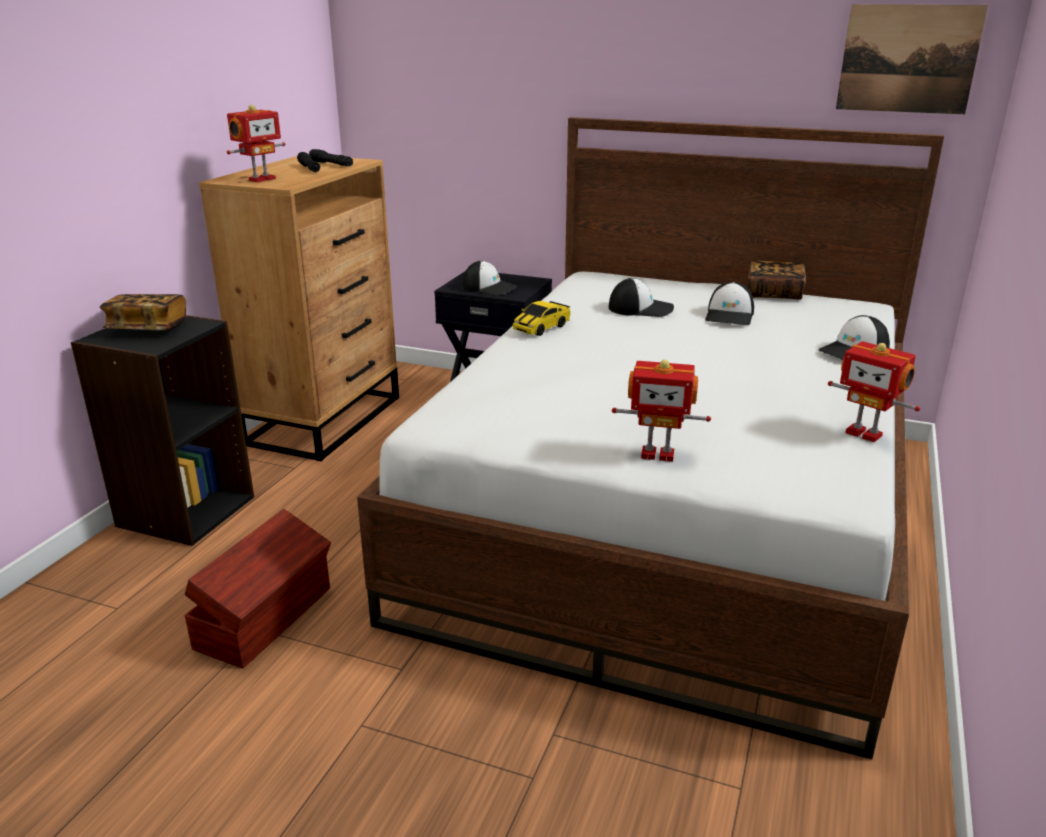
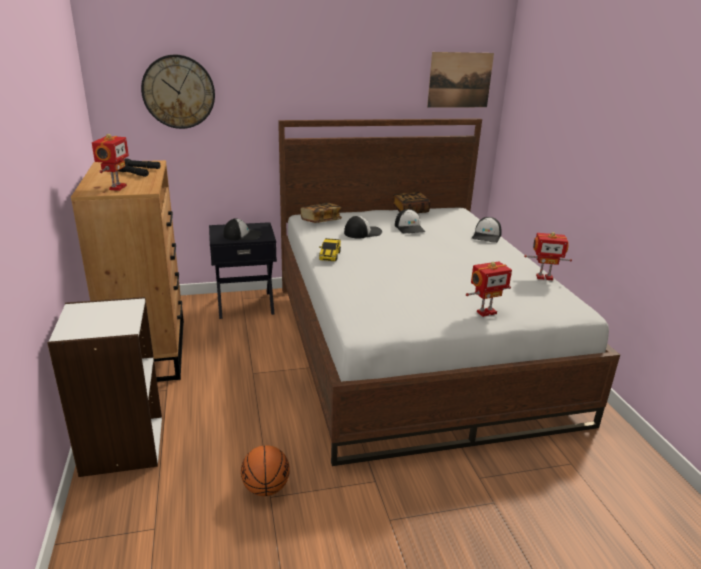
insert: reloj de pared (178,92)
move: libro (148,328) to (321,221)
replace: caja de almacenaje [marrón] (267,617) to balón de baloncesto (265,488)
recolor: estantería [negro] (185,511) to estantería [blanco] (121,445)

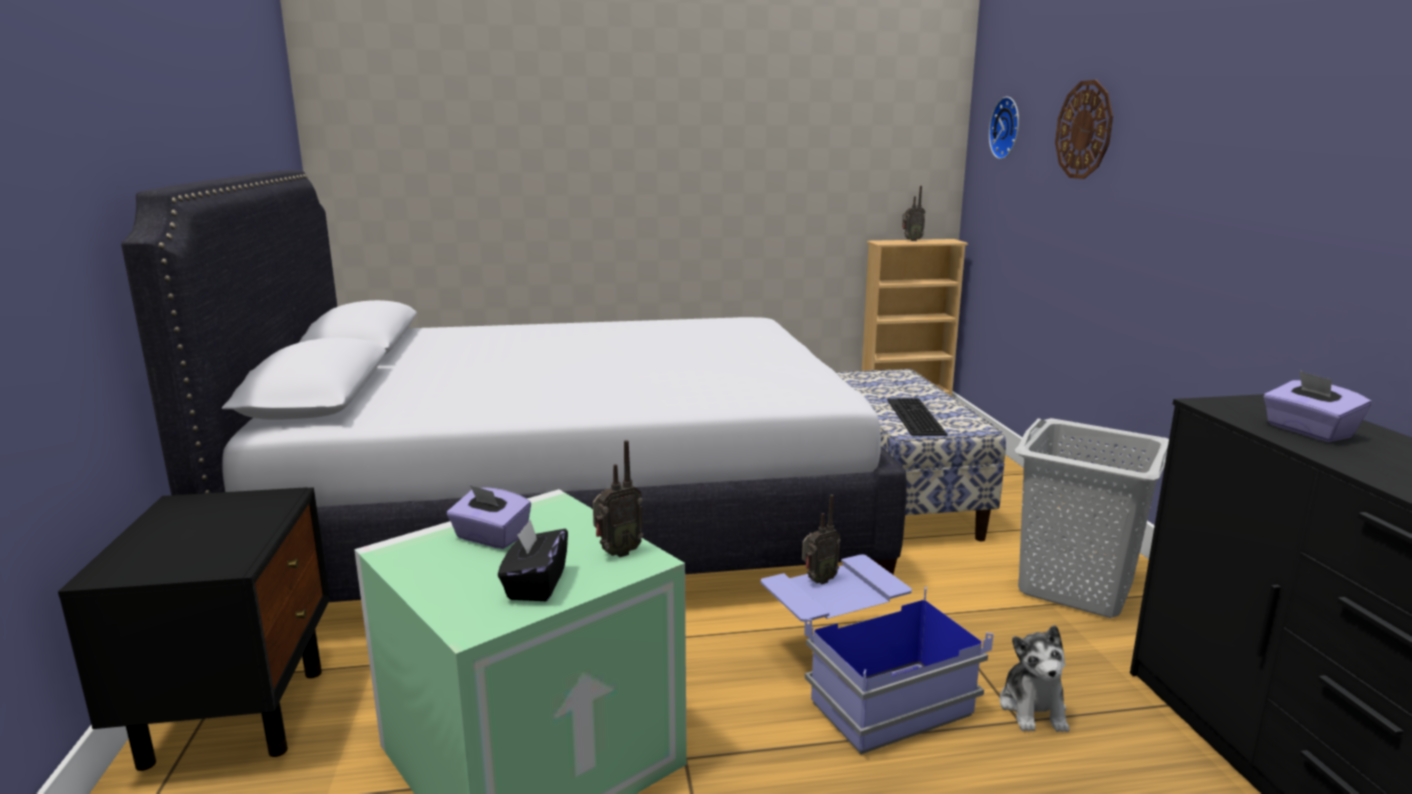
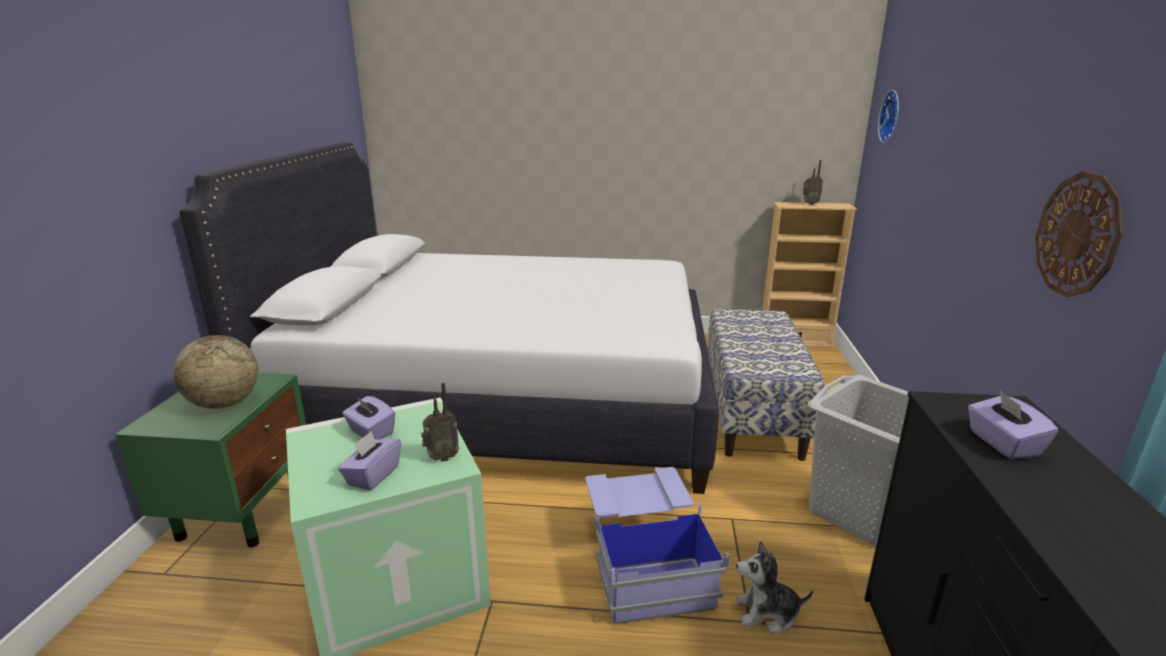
delete: radio (818,581); teclado (912,416)
insert: globo terráqueo (224,403)
move: reloj de pared (1084,130) to (1077,235)
recolor: mesita de noche [negro] (237,713) to mesita de noche [verde] (243,512); caja de pañuelos [negro] (535,585) to caja de pañuelos [morado] (373,475)
rotate: peluche (1033,708) = (767,613) 75 degrees clockwise

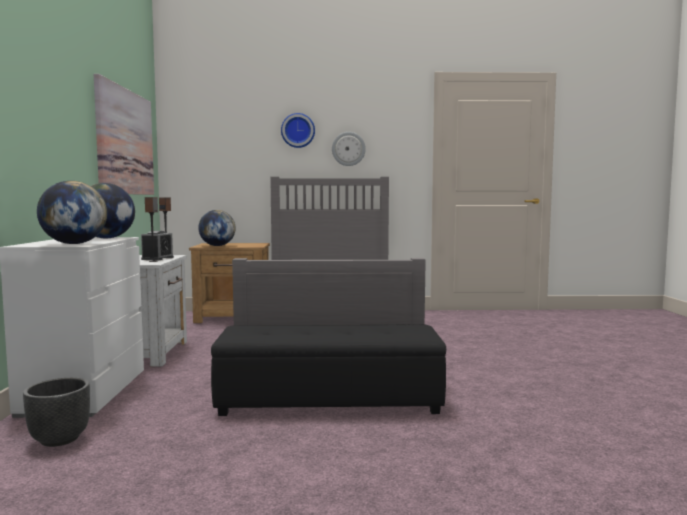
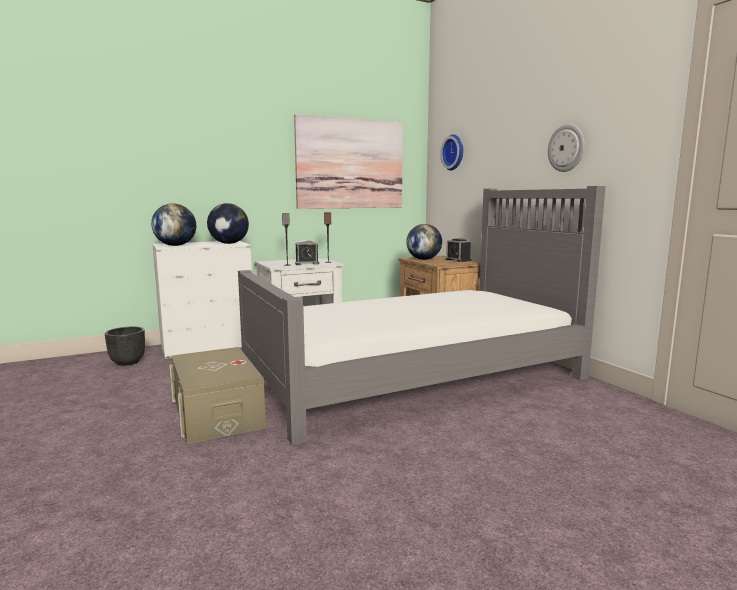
insert: despertador (458,260)
move: reloj de pared (298,130) to (454,152)
replace: puf [negro] (329,401) to caja de almacenaje [beis] (217,413)

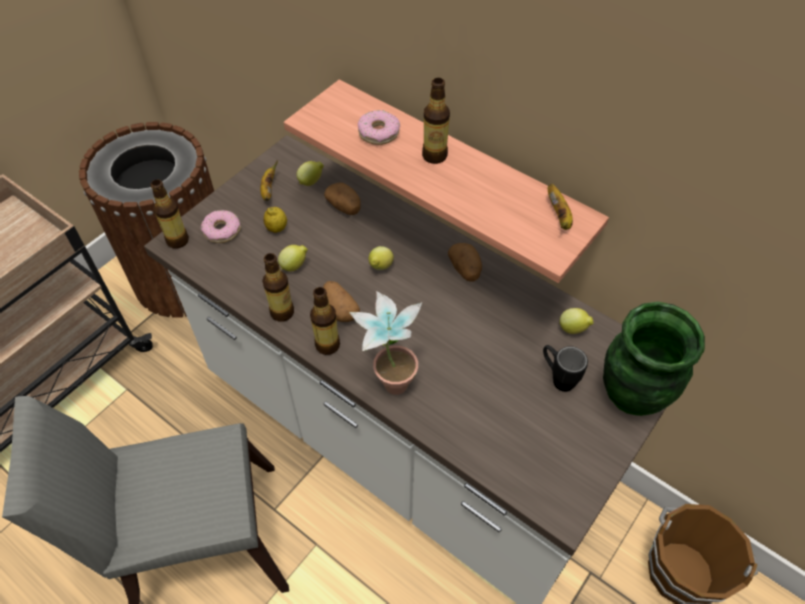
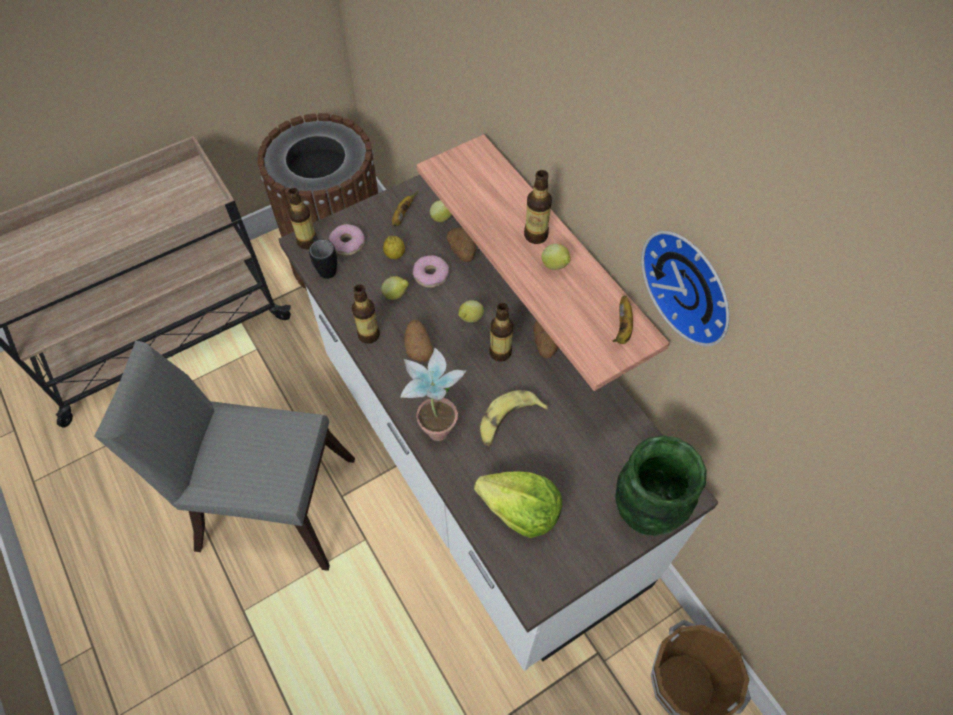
insert: lechuga (520,511); plátano (508,421); reloj de pared (691,284)
move: botella (327,345) to (500,352); rosquilla (378,133) to (431,275); taza grande [negro] (557,377) to (325,267); limón (573,329) to (555,266)

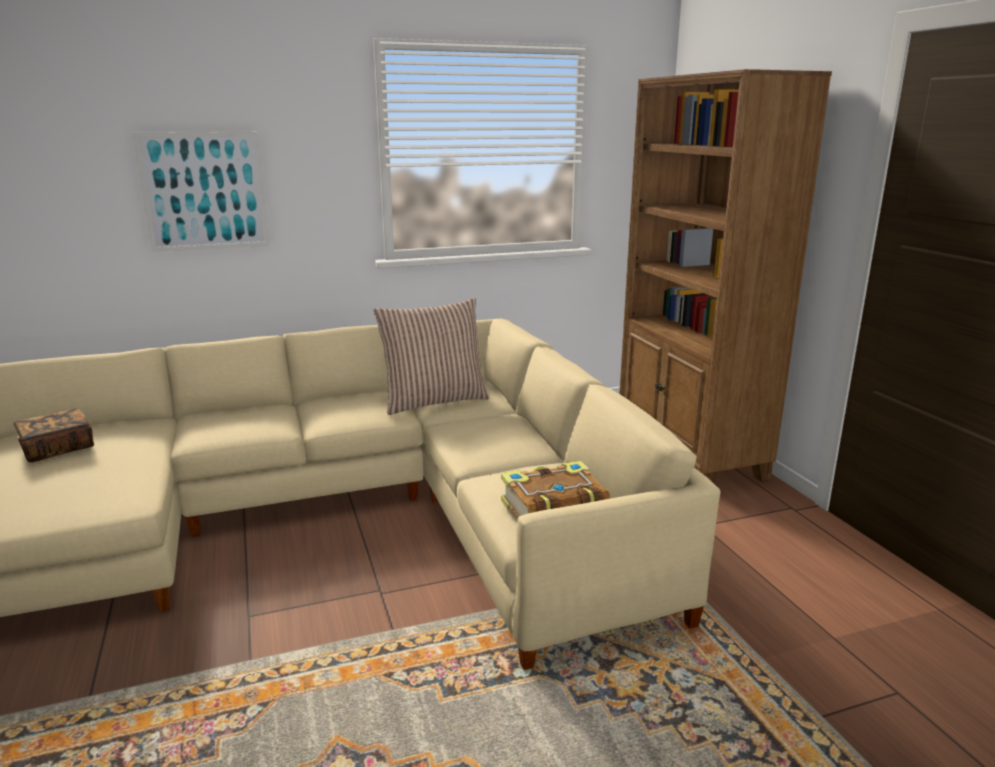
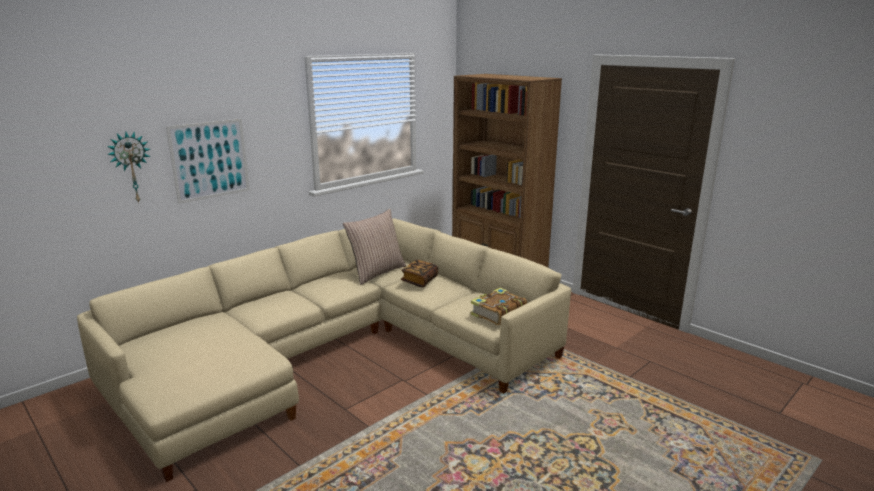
insert: reloj de pared (131,167)
move: libro (58,449) to (419,280)

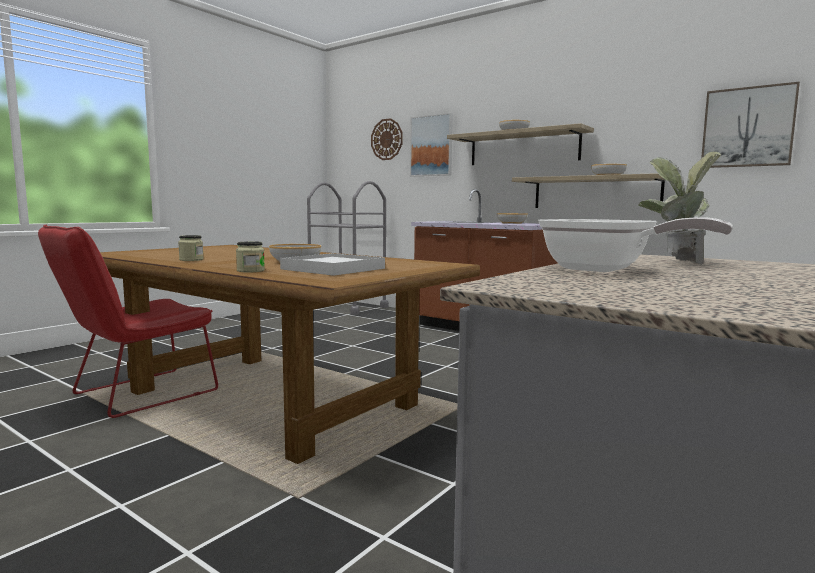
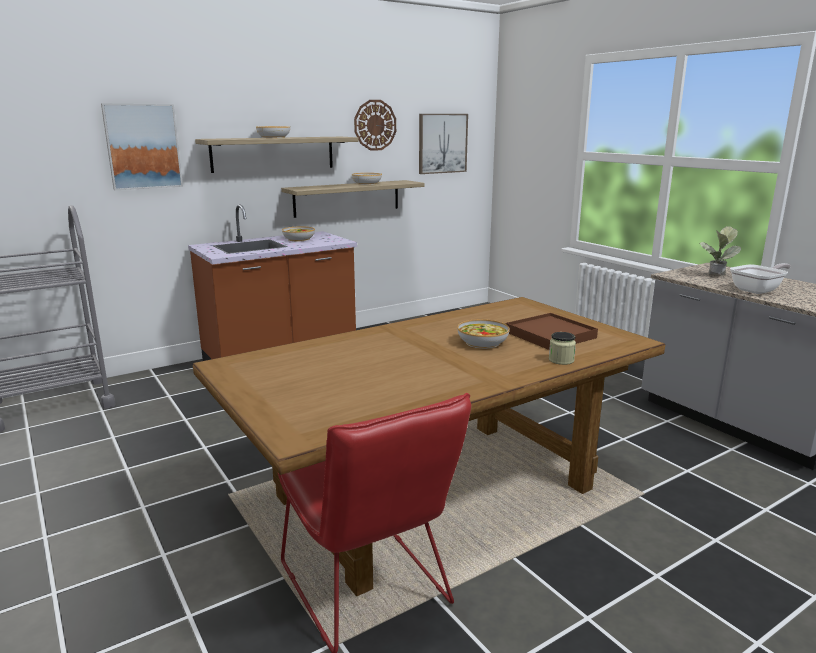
delete: tarro (191,260)
move: reloj de pared (387,139) to (375,125)
recolor: bandeja [blanco] (333,269) to bandeja [marrón] (550,335)

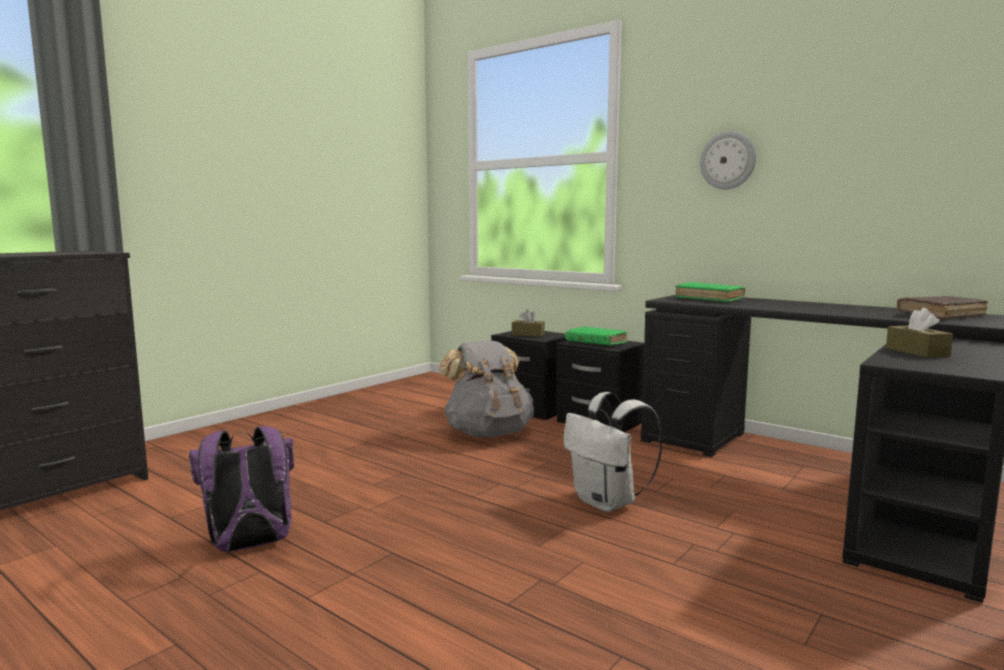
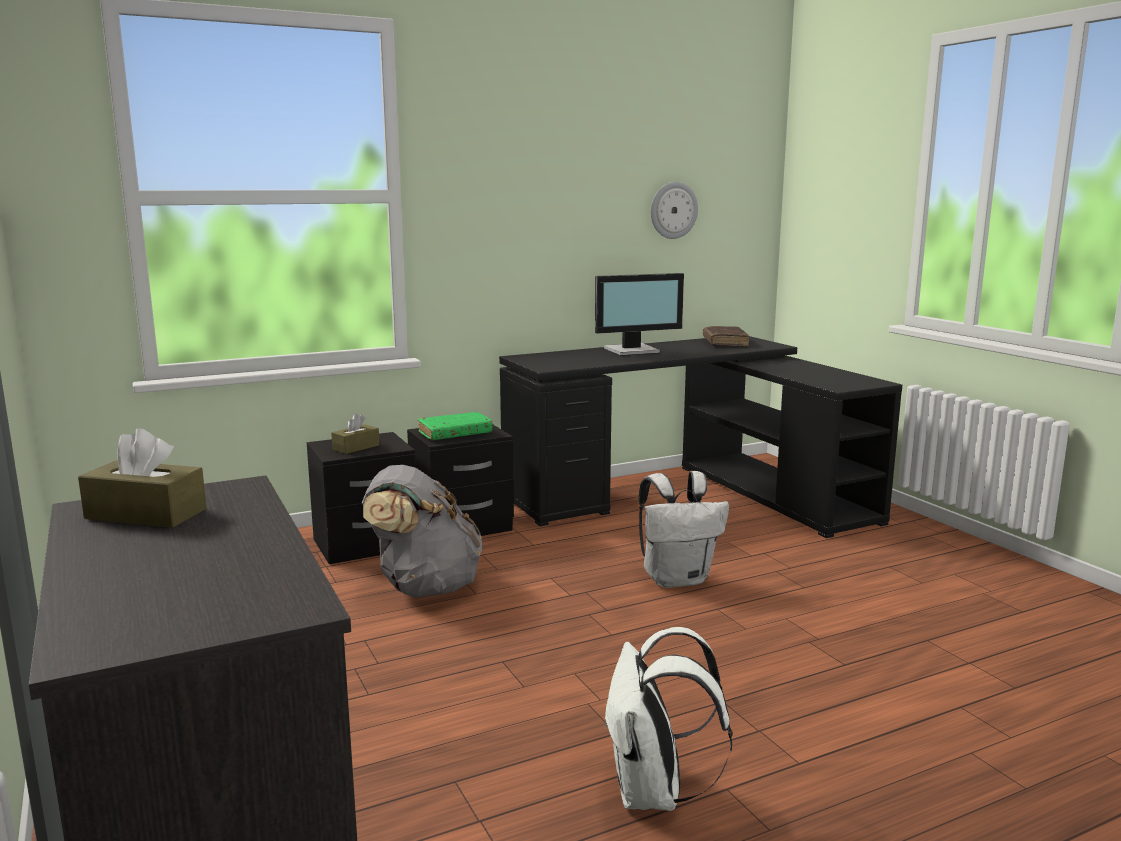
delete: libro [verde] (709,299)
insert: monitor (633,350)
move: reloj de pared (728,160) to (673,210); caja de pañuelos [marrón] (917,352) to (146,514)
recolor: mochila [morado] (249,546) to mochila [blanco] (654,793)

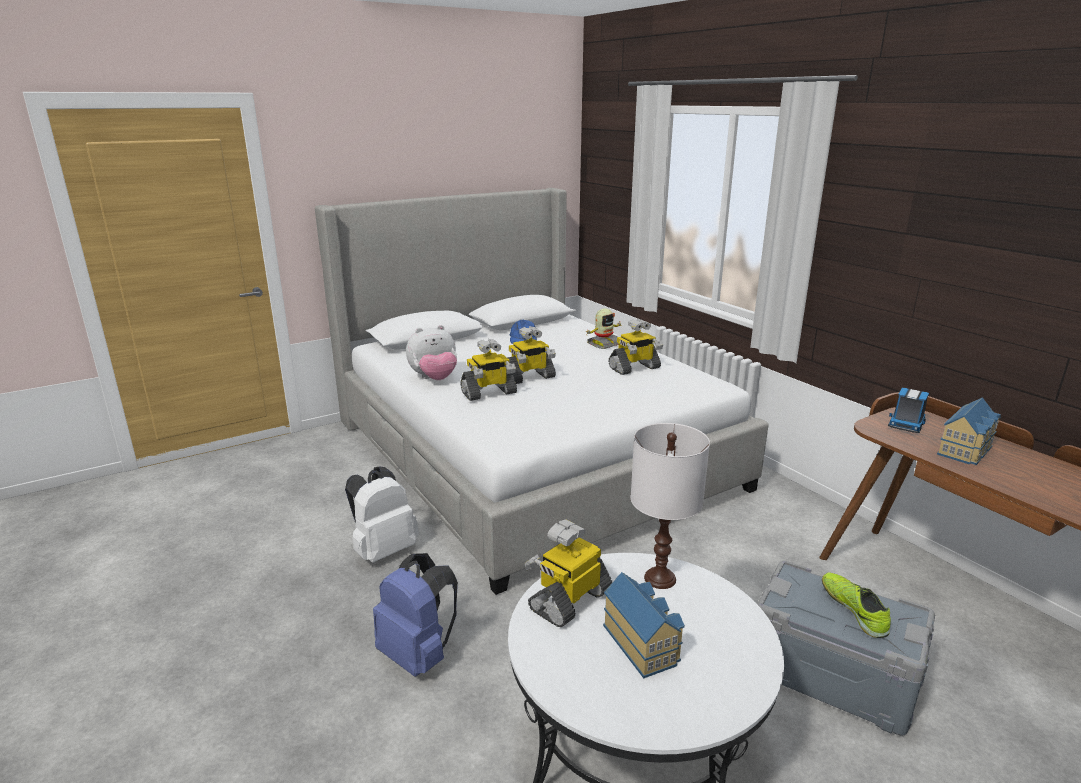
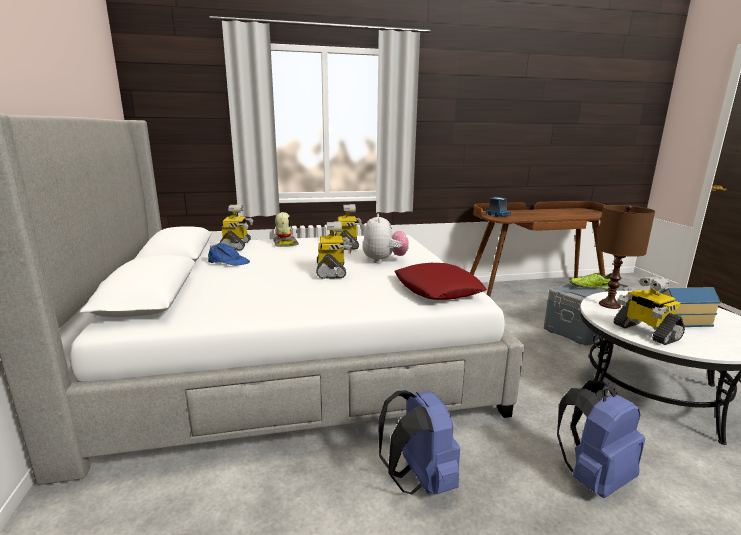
delete: casita (966,450)
insert: cojín [rojo] (437,289)
move: peluche (434,379) to (384,260); robot de juguete (488,393) to (236,245)
recolor: mochila [blanco] (383,550) to mochila [azul] (419,480); lámpara de mesa [blanco] (660,579) to lámpara de mesa [marrón] (610,305)

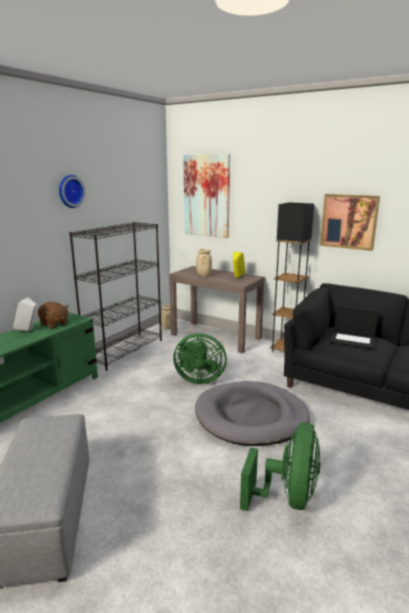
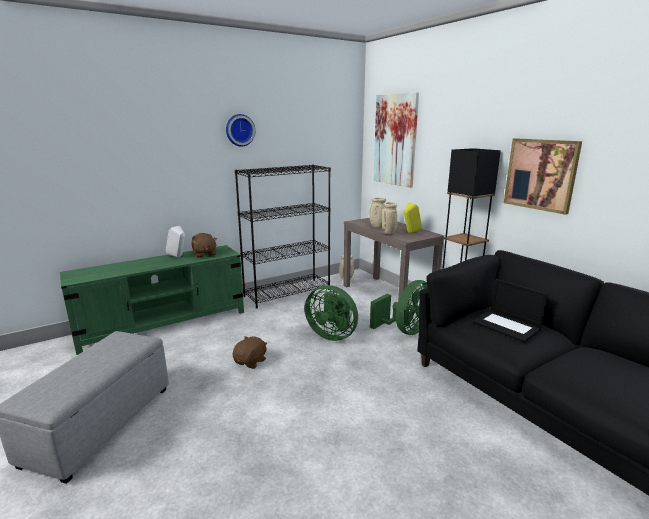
delete: cama para perro [gris] (251,417)
insert: peluche [marrón] (251,362); florero [beis] (389,233)
move: ventilador [verde] (287,497) to (405,330)

